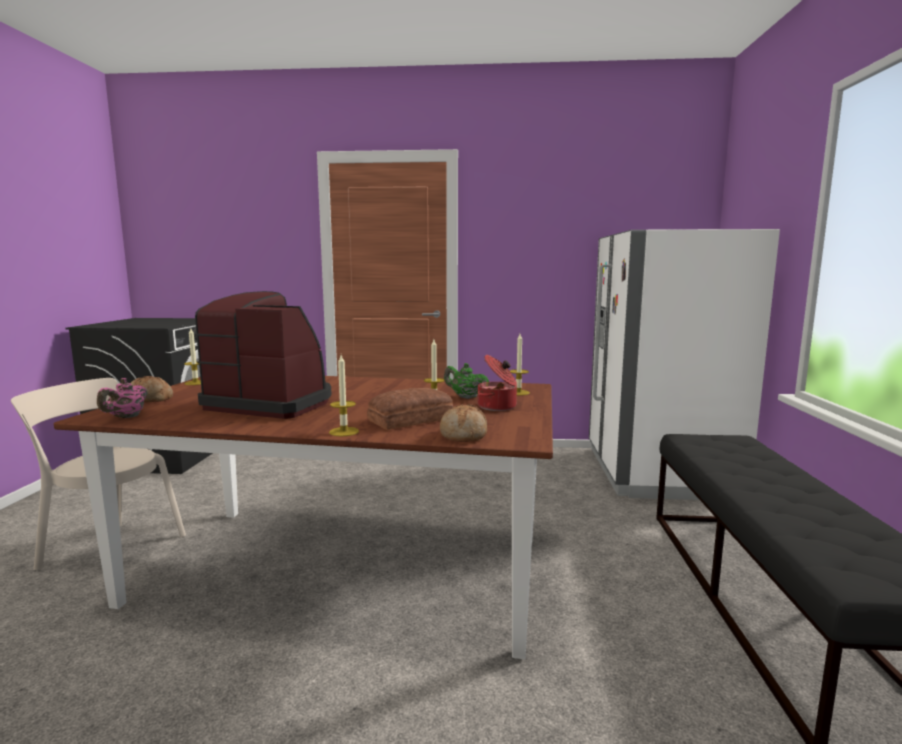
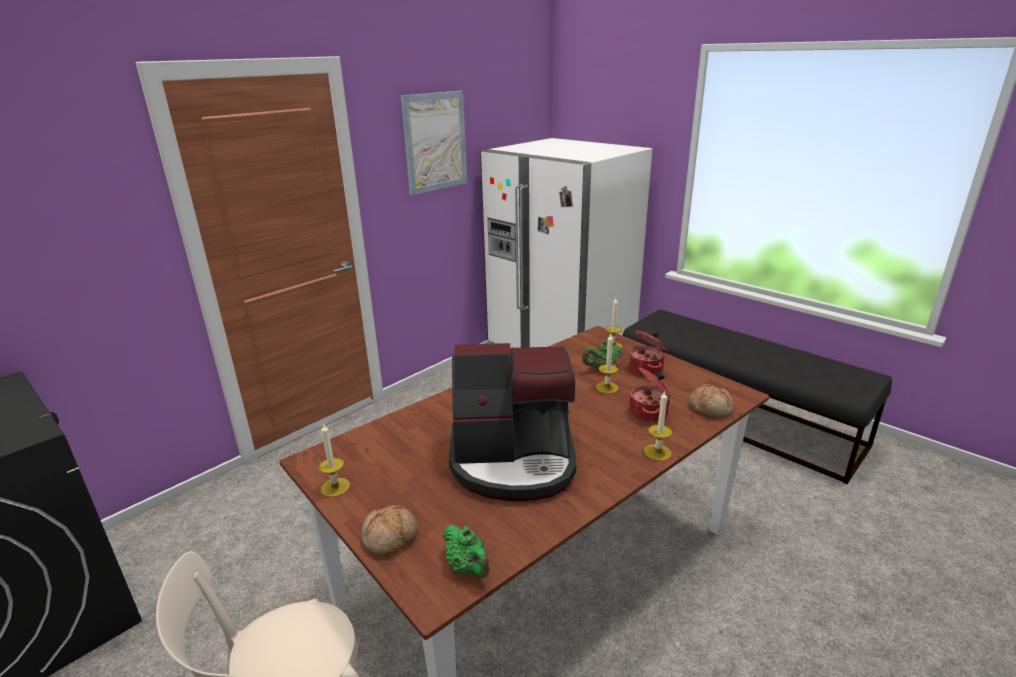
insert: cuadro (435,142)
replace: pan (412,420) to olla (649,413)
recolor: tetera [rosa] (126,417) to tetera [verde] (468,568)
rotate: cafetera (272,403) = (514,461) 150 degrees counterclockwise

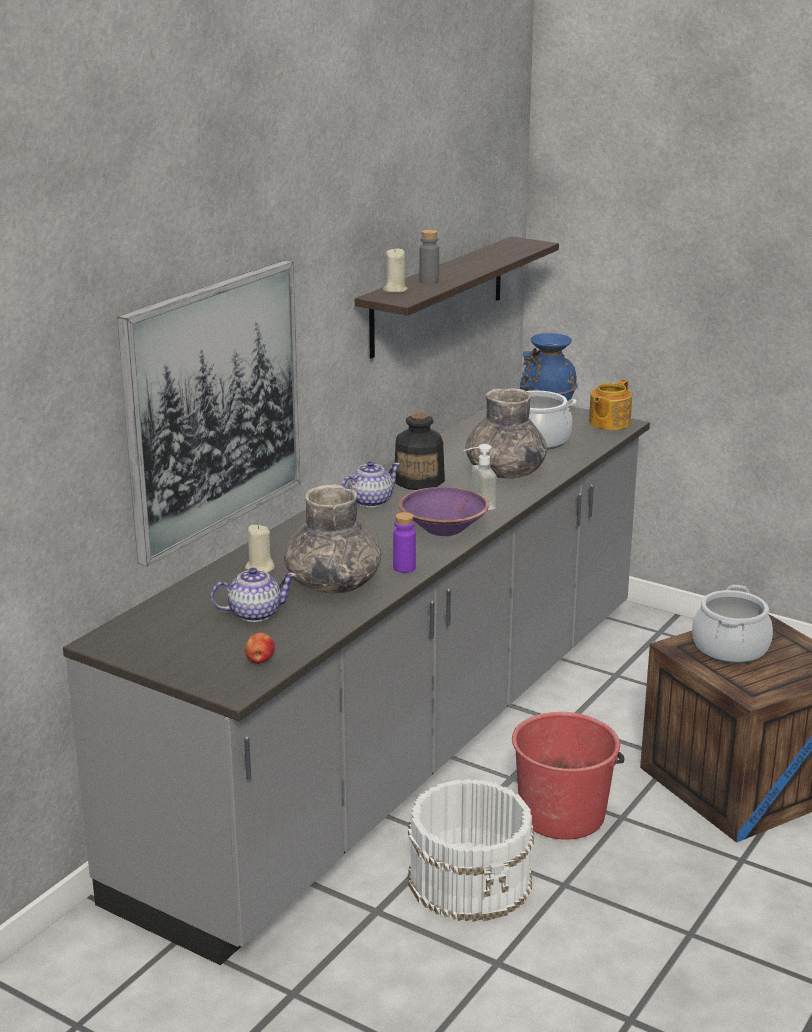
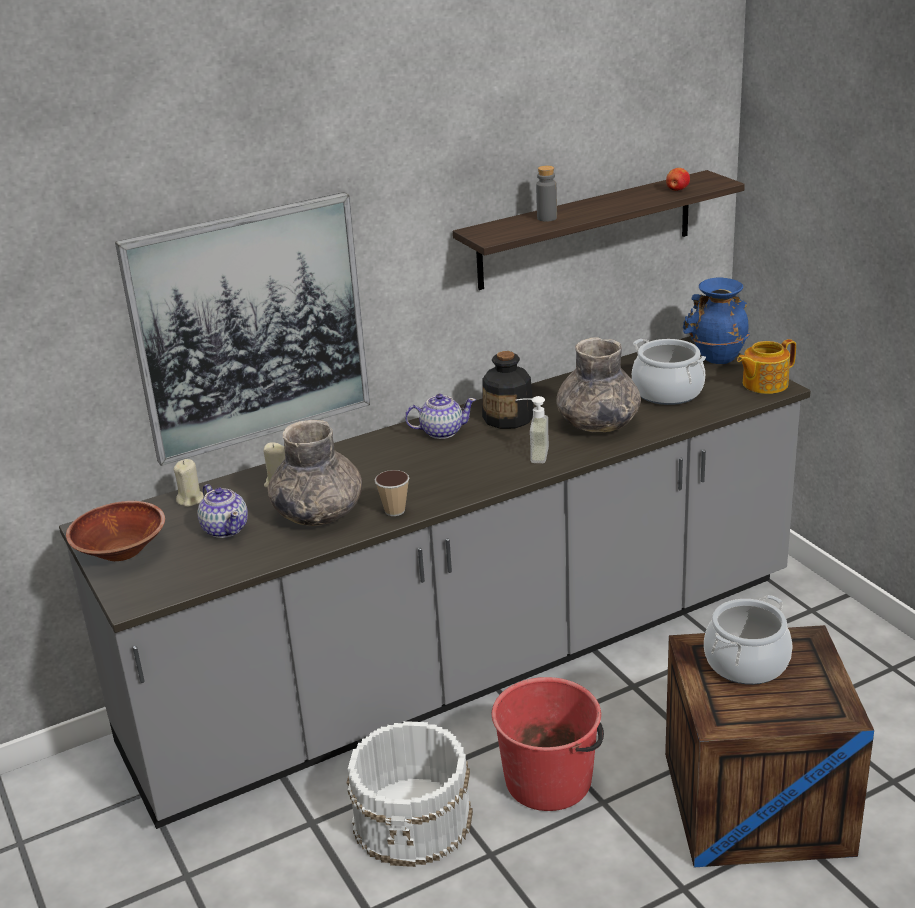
delete: cuenco [morado] (443,529)
insert: cuenco [marrón] (121,551)
move: manzana (259,661) to (677,190); vela [beis] (395,290) to (190,500)
replace: botella [morado] (404,568) to taza (394,511)
rotate: tetera (254,613) = (225,529) 45 degrees clockwise

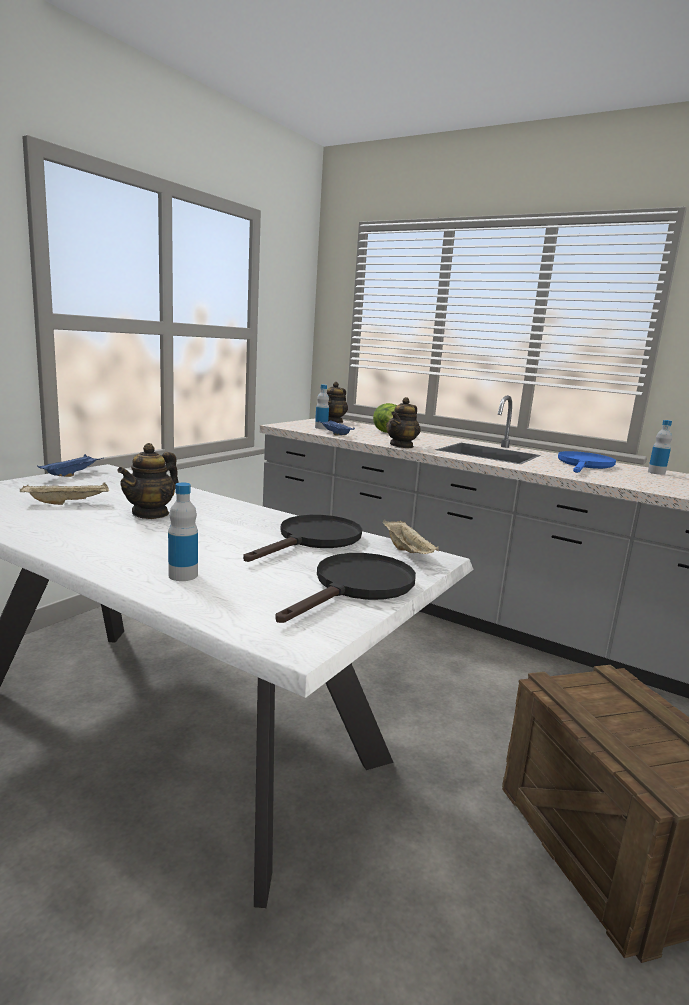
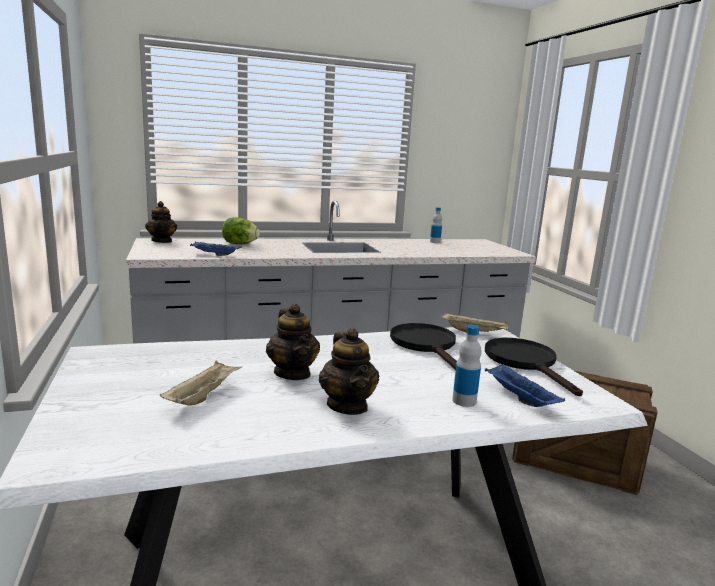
delete: botella (321,428); sartén [azul] (584,465)
move: bandeja [azul] (72,474) to (518,398); tetera (402,446) to (348,405)

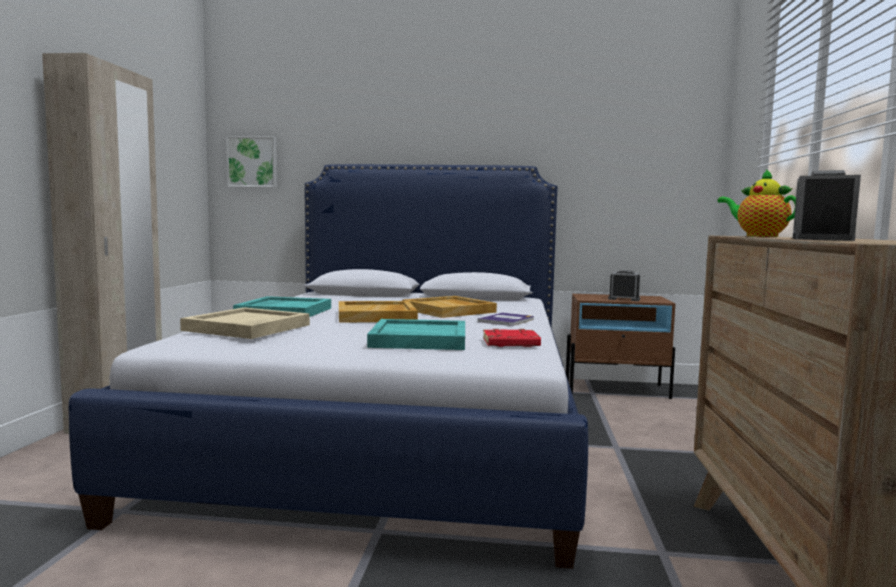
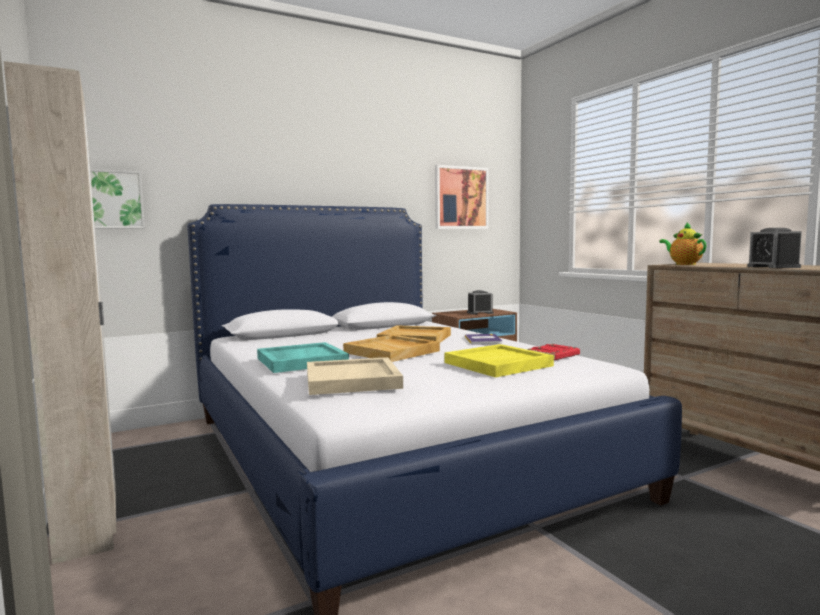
insert: cuadro (461,198)
recolor: bandeja [turquesa] (418,339) to bandeja [amarillo] (498,364)
rotate: tetera (758,236) = (683,264) 45 degrees clockwise

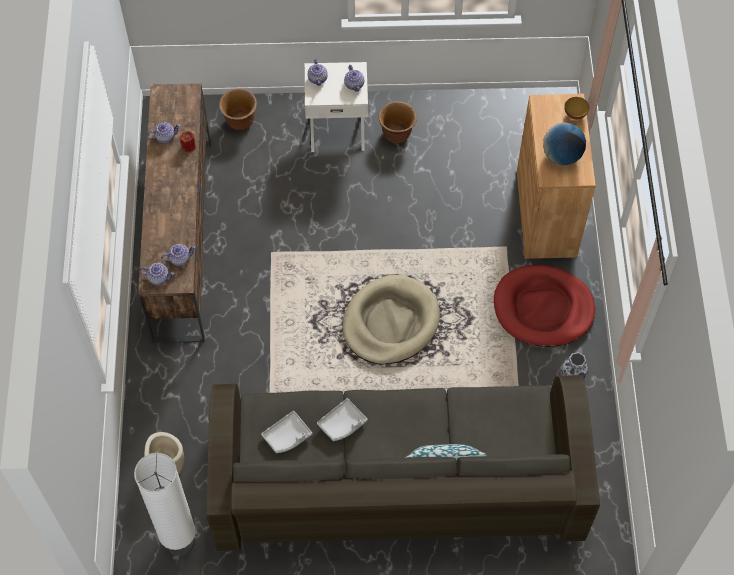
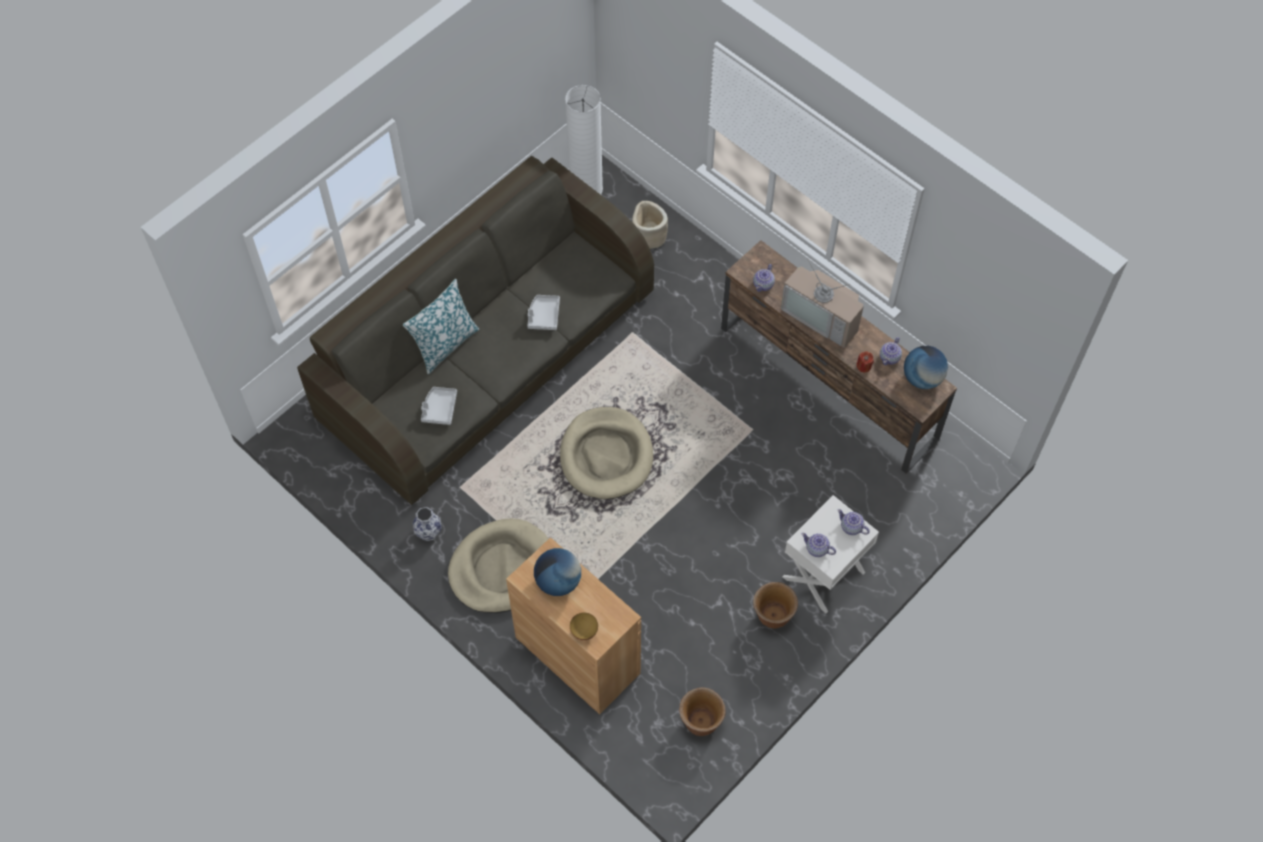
delete: tetera (158,278)
insert: televisor (822,316); globo terráqueo (922,378)
move: maceta [marrón] (240,122) to (700,722); bandeja [gris] (287,436) to (439,409)
recolor: cama para perro [rojo] (543,308) to cama para perro [beis] (501,568)

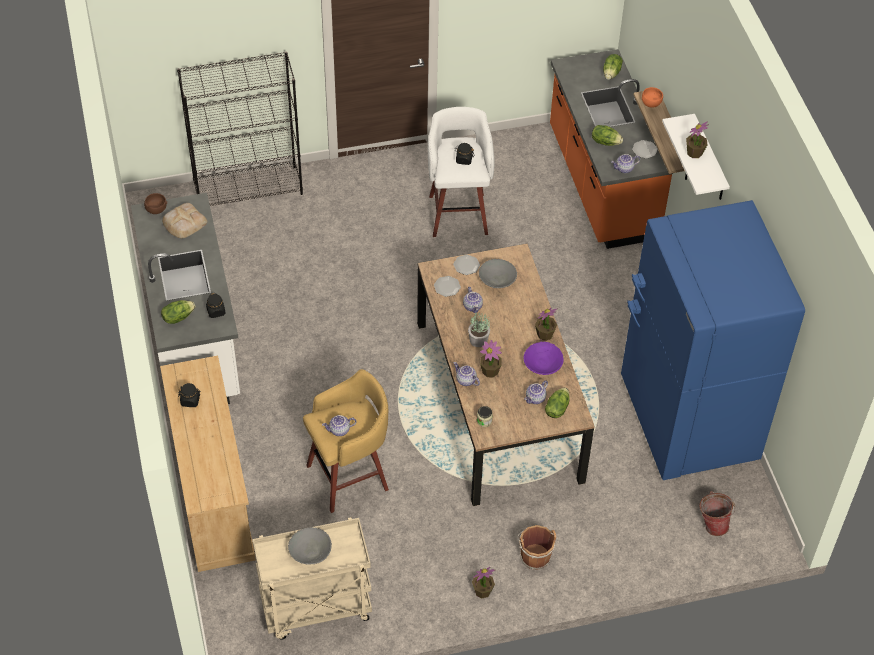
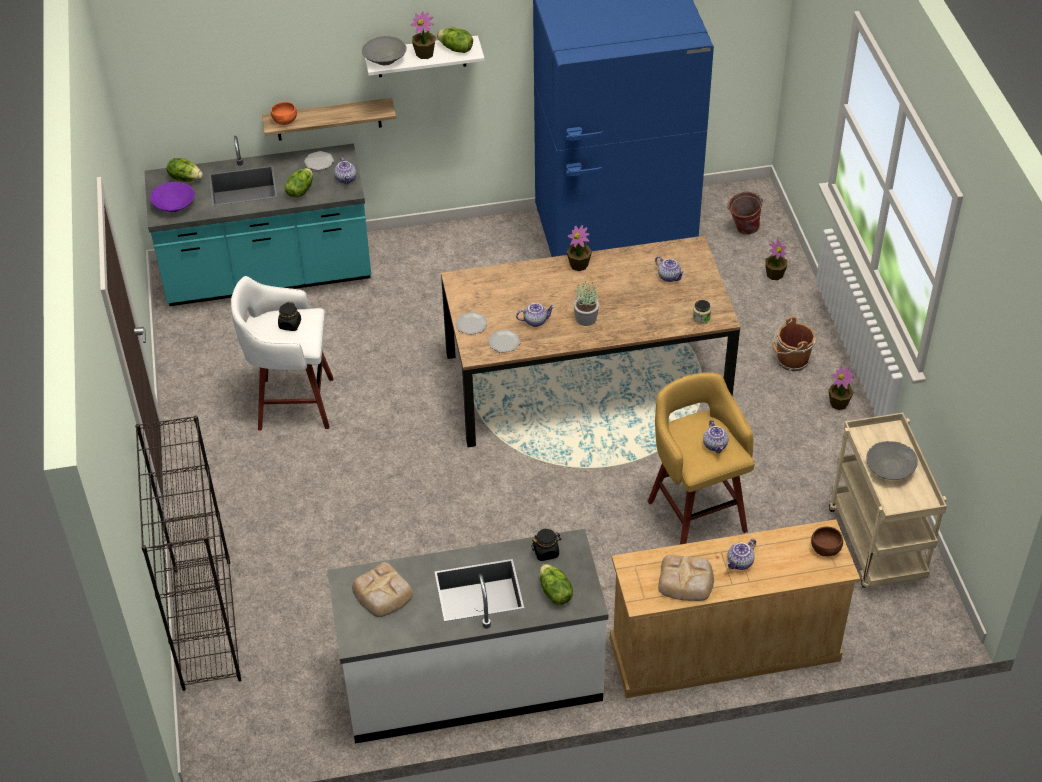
move: cuenco [marrón] (156,209) to (826,548); tetera (465,380) to (740,563); cuenco [gris] (497,280) to (385,59); planta en maceta (490,371) to (774,274); cuenco [morado] (542,365) to (174,205); lechuga (556,408) to (456,49)
replace: tarro [negro] (190,400) to pan (686,581)
recolor: mueble bajo de cocina [naranja] (601,184) to mueble bajo de cocina [turquesa] (268,276)

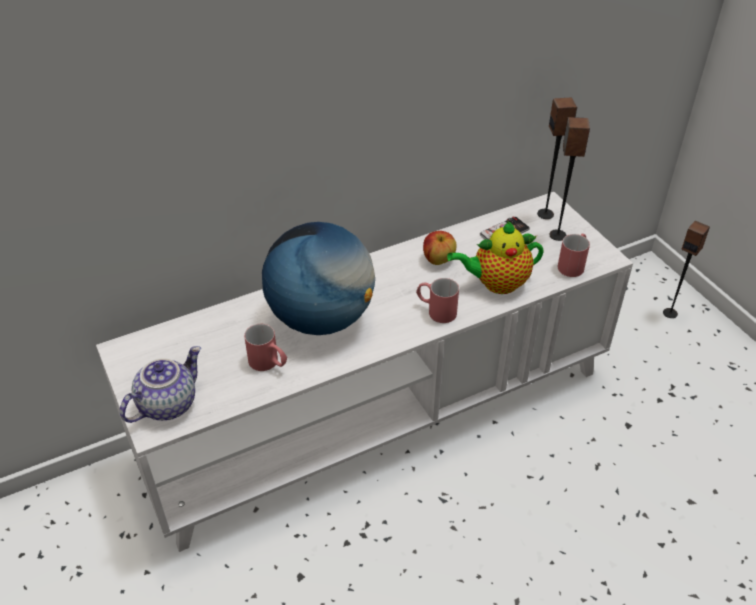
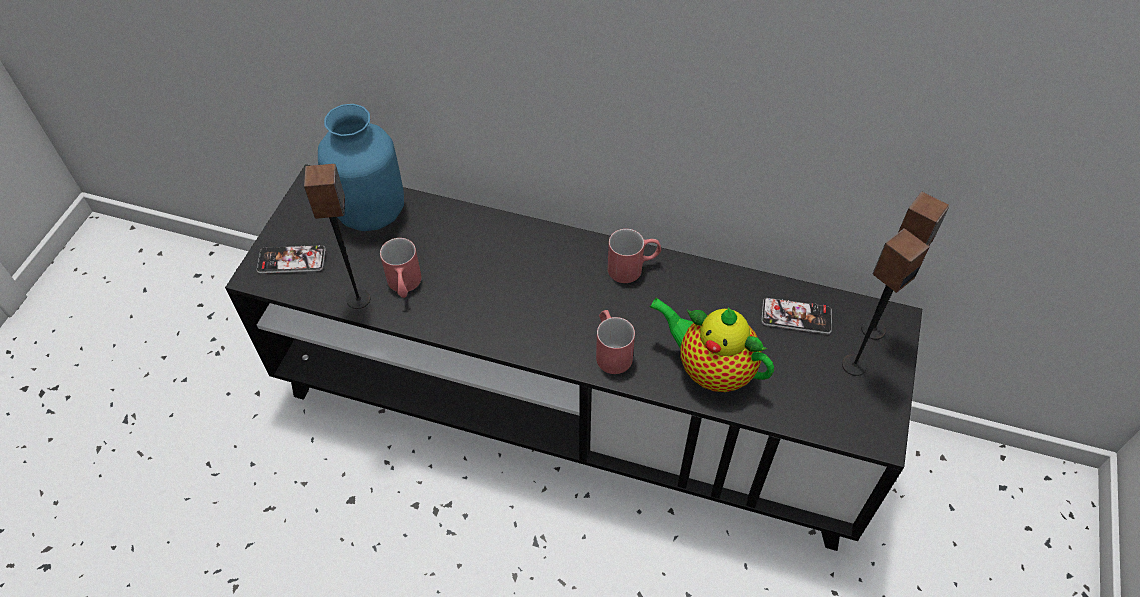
delete: globo terráqueo (321,318); manzana (438,259)
insert: florero [azul] (371,213)
move: taza grande [rojo] (573,264) to (633,268); altavoz (670,313) to (359,299)
replace: tetera (167,403) to móvil (291,260)
recolor: mueble de televisión [blanco] (378,415) to mueble de televisión [negro] (571,410)

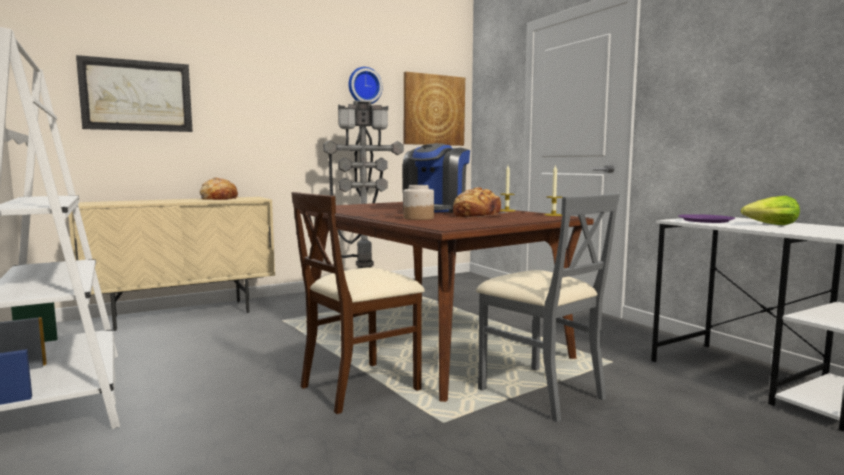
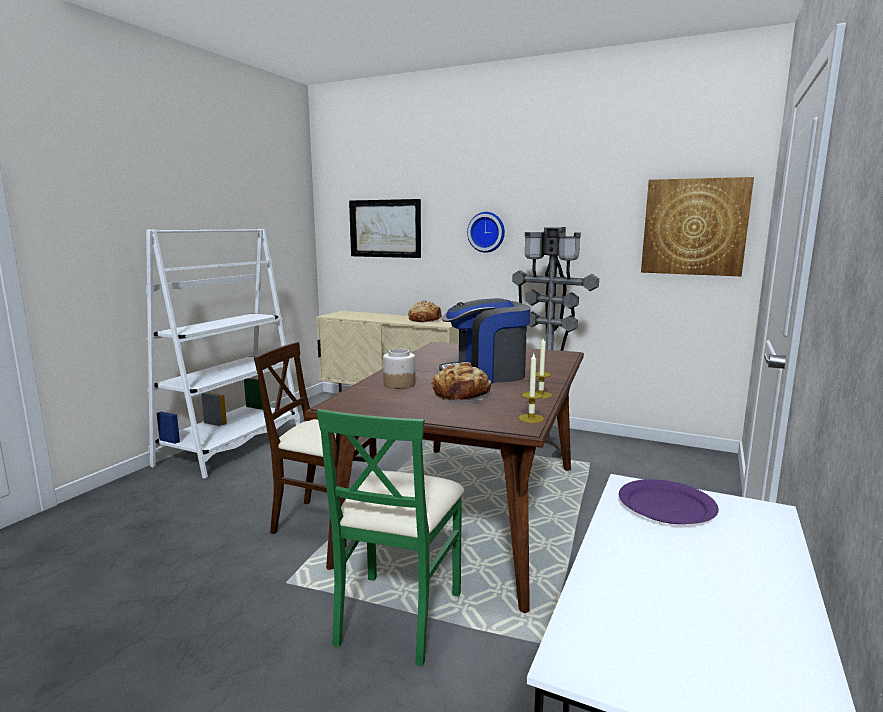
delete: lechuga (771,225)
move: reloj de pared (364,86) to (487,232)
recolor: silla [gris] (540,392) to silla [verde] (397,615)

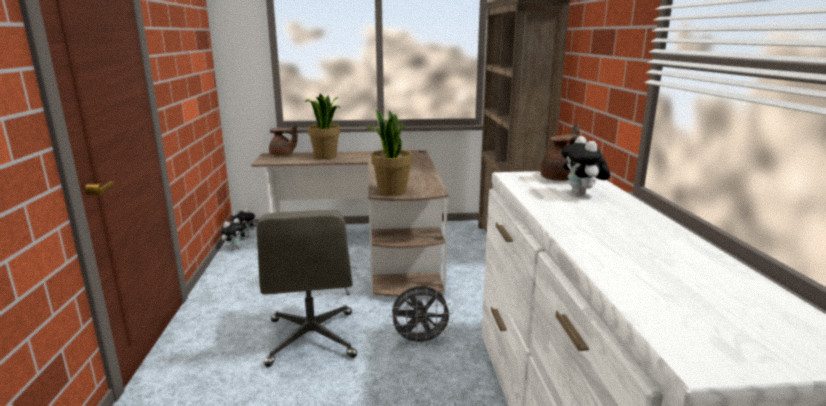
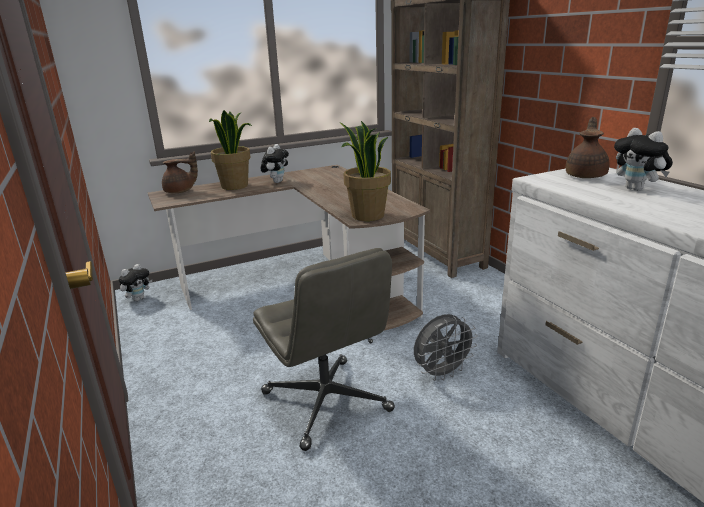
move: peluche (235,248) to (276,181)

